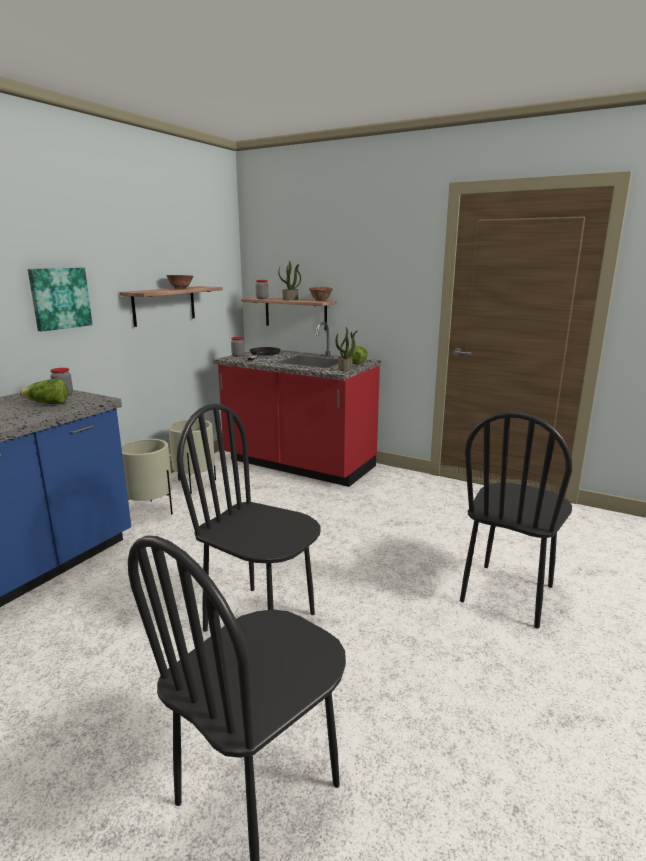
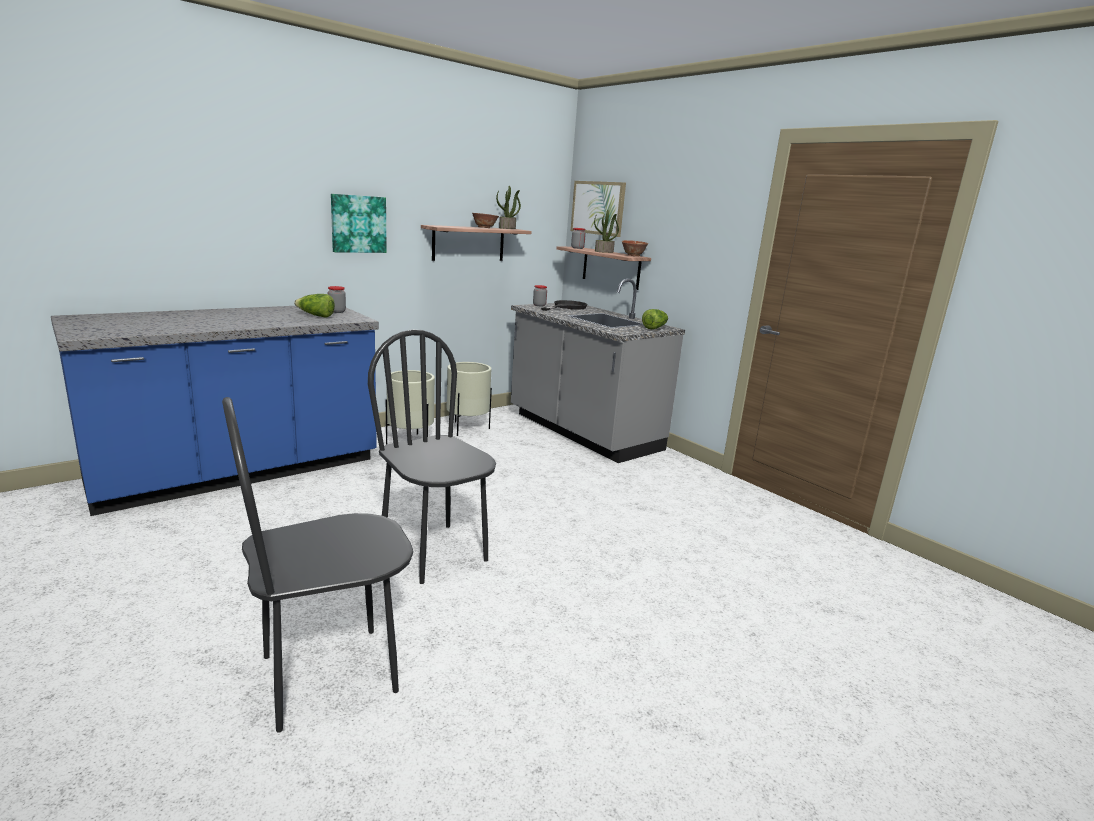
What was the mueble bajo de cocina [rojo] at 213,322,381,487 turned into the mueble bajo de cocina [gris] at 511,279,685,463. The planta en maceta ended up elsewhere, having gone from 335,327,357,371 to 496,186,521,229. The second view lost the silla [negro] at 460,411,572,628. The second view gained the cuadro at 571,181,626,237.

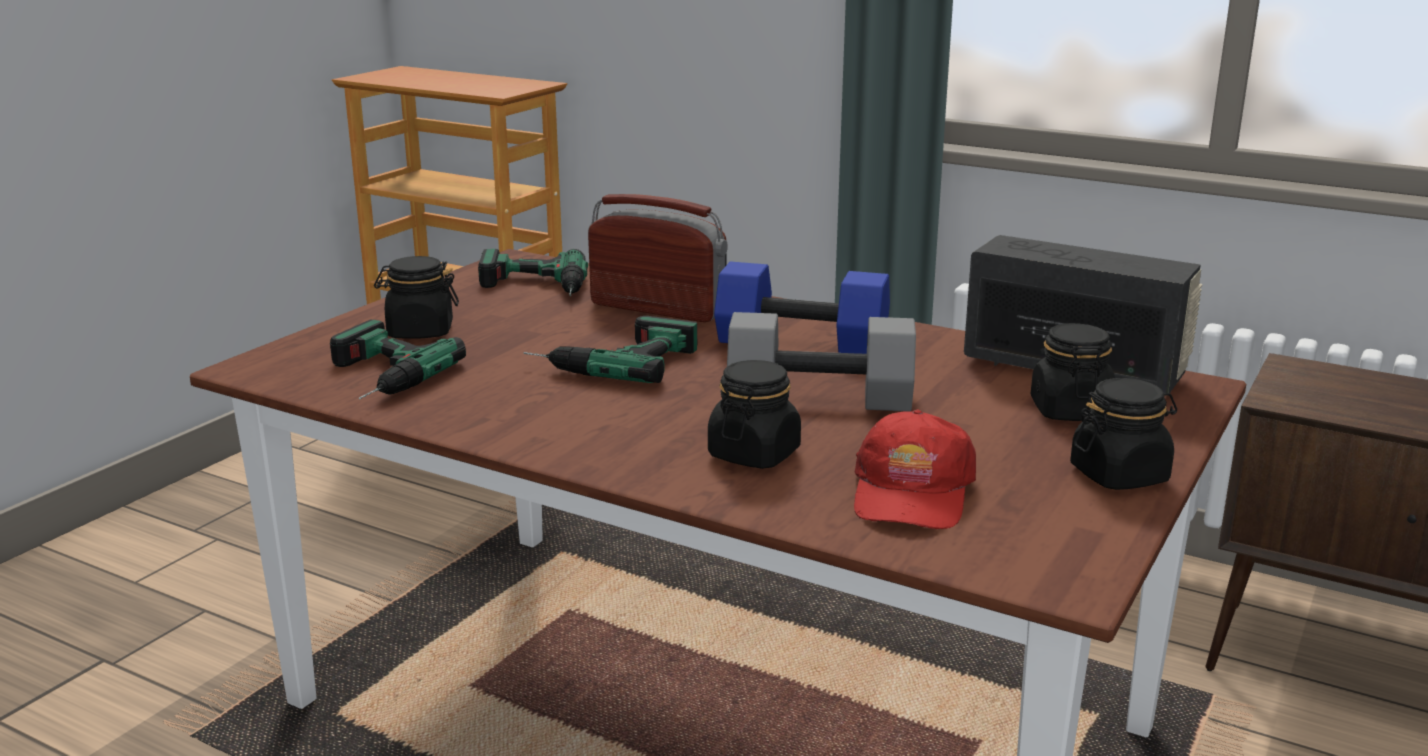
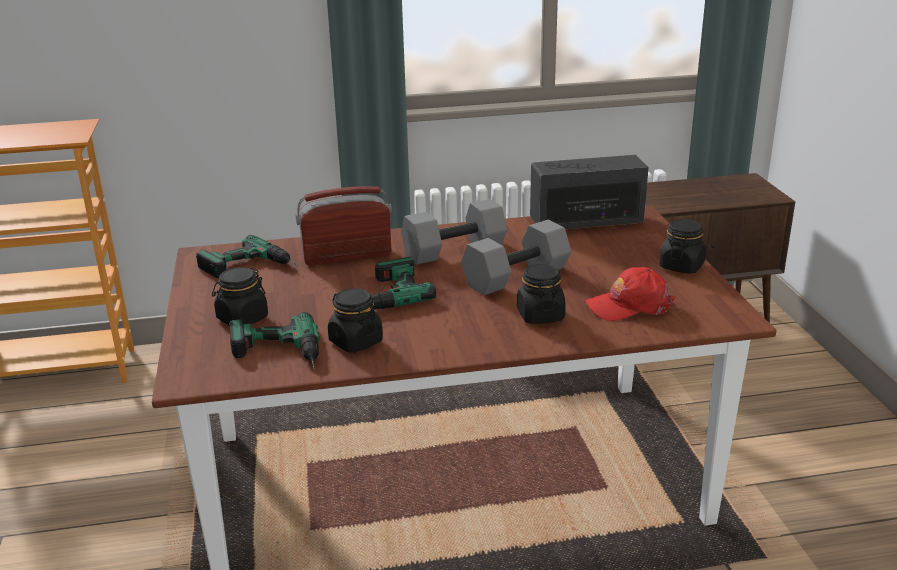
What was the mancuerna [azul] at 714,261,890,354 turned into the mancuerna [gris] at 401,199,507,265. The gorra [rojo] at 854,409,976,529 ended up facing another way, 105 degrees clockwise from before. The tarro [negro] ended up elsewhere, having gone from 1031,323,1115,421 to 328,288,383,353.

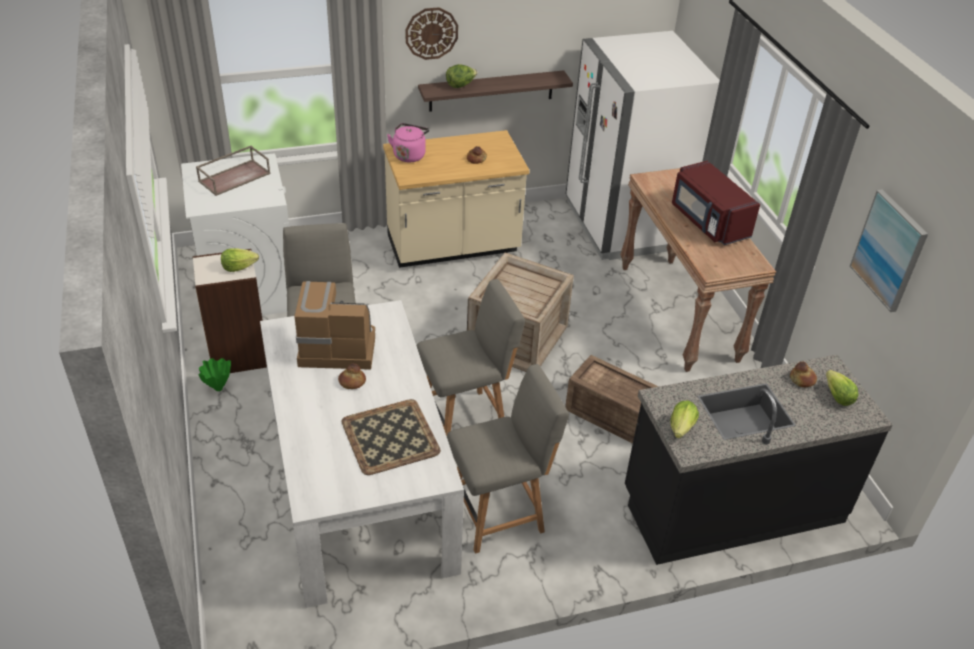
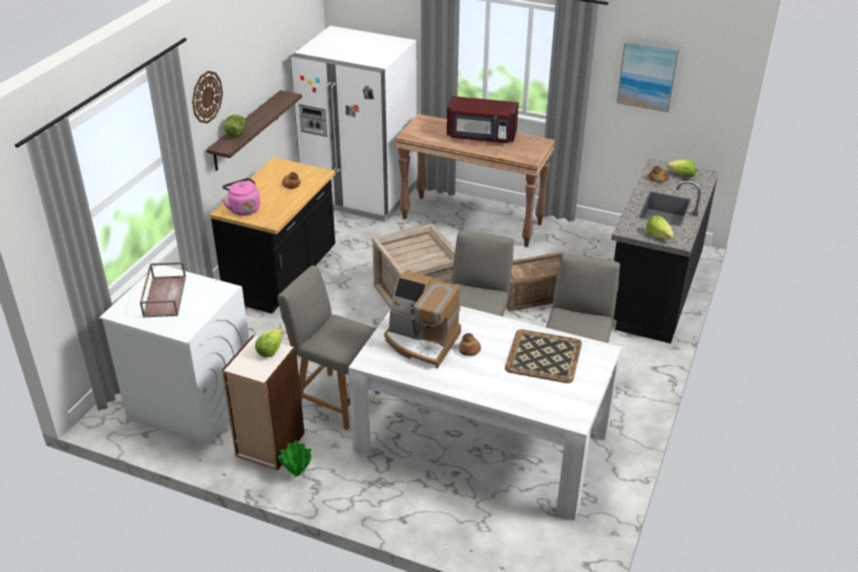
The cafetera at 294,281,375,370 ended up facing another way, 105 degrees counterclockwise from before. What was the mueble bajo de cocina [beis] at 383,130,530,268 turned into the mueble bajo de cocina [negro] at 210,157,335,314.

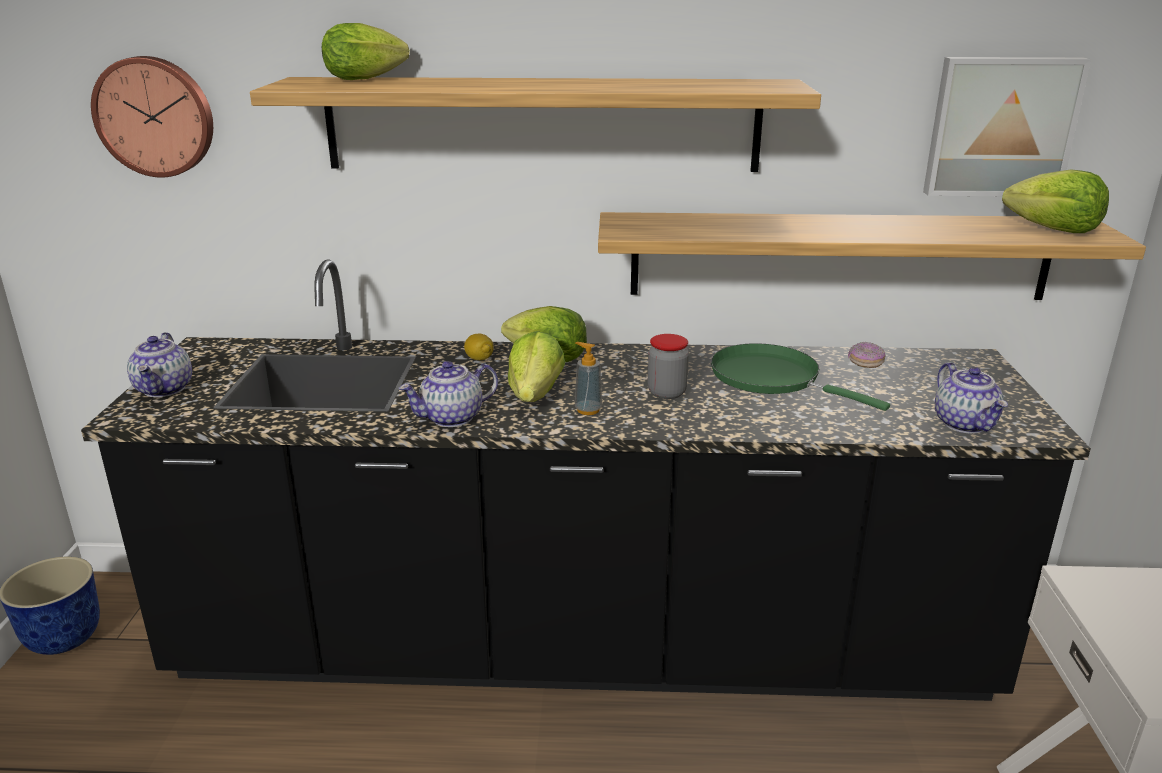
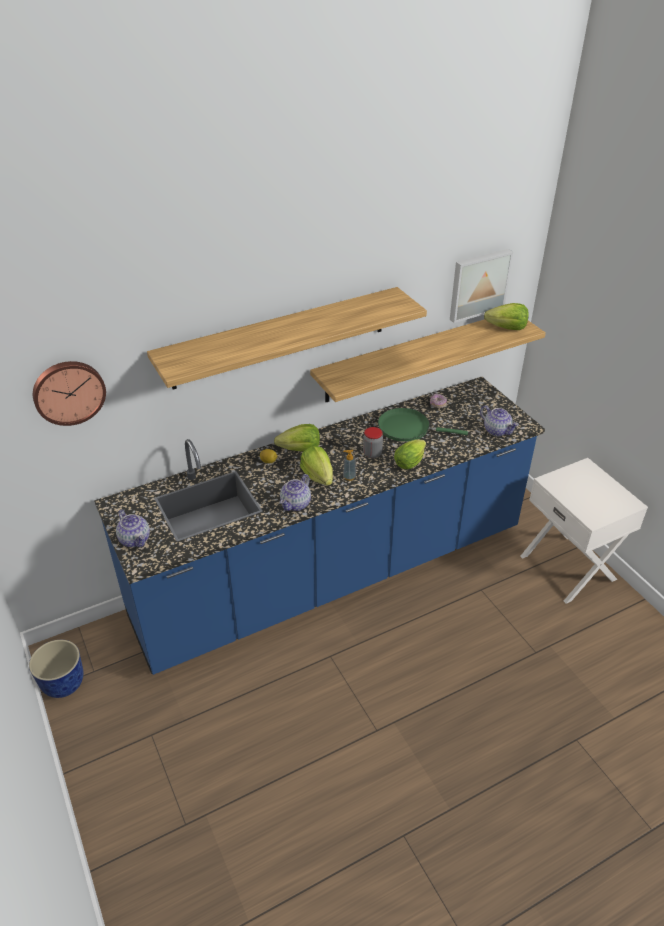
What was the mueble bajo de cocina [negro] at 81,259,1091,701 turned into the mueble bajo de cocina [azul] at 94,377,545,675. The lechuga ended up elsewhere, having gone from 322,23,410,80 to 394,439,426,469.

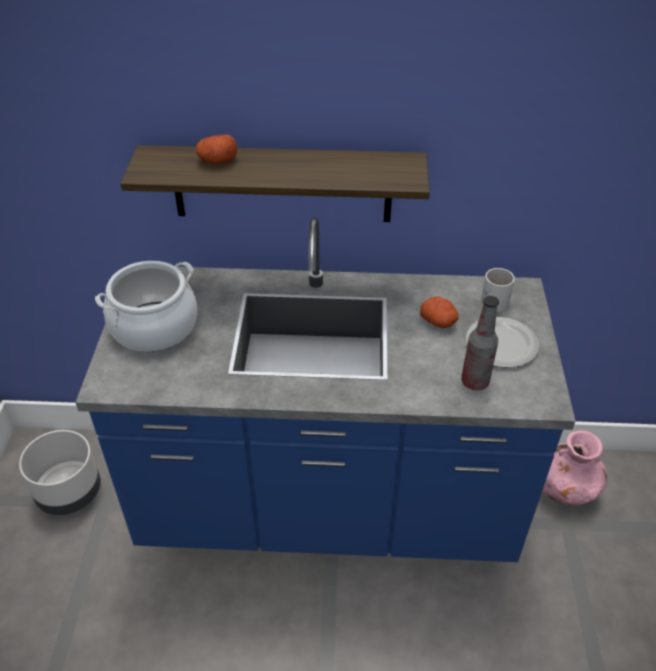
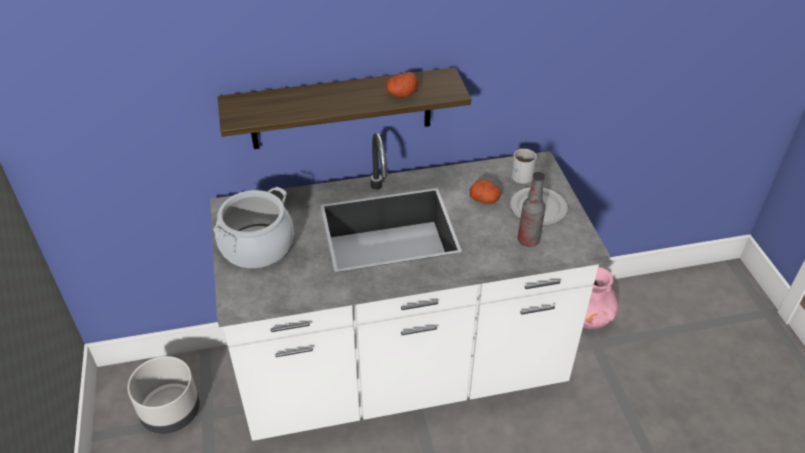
What was the mueble bajo de cocina [azul] at 75,218,575,562 turned into the mueble bajo de cocina [blanco] at 210,133,610,441. The patata ended up elsewhere, having gone from 196,134,237,164 to 386,72,418,97.

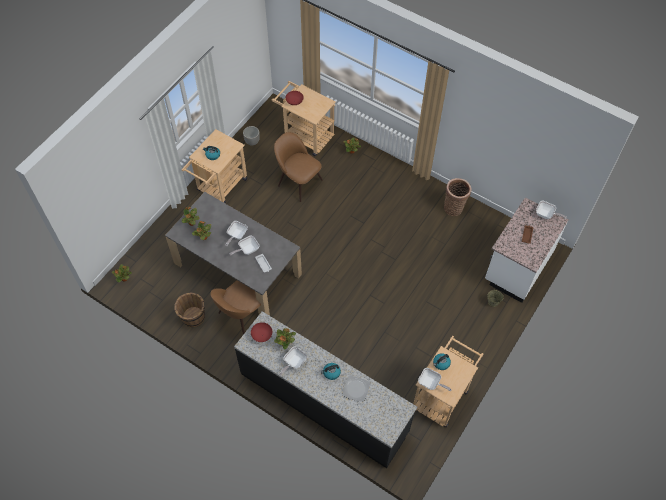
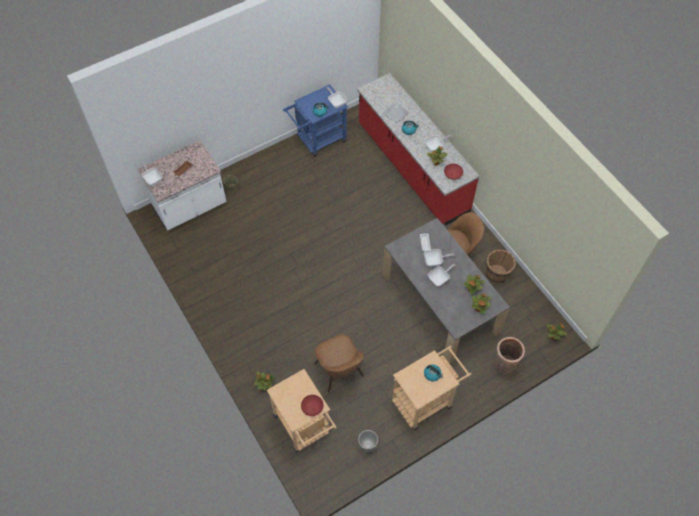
What was the mueble bajo de cocina [negro] at 234,311,417,468 turned into the mueble bajo de cocina [rojo] at 357,73,479,225. What was the carrito [beis] at 413,336,484,427 turned into the carrito [azul] at 283,84,348,157. The cesta ended up elsewhere, having gone from 444,178,472,216 to 496,337,525,374.

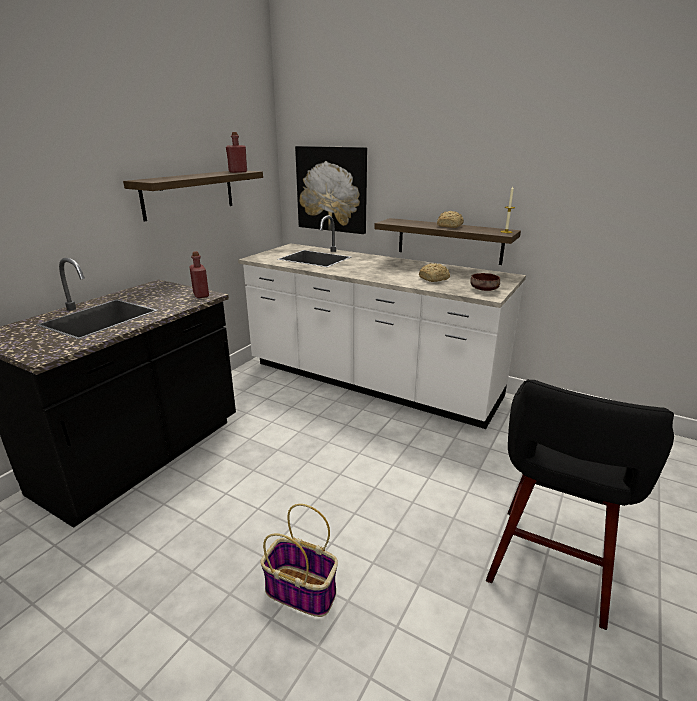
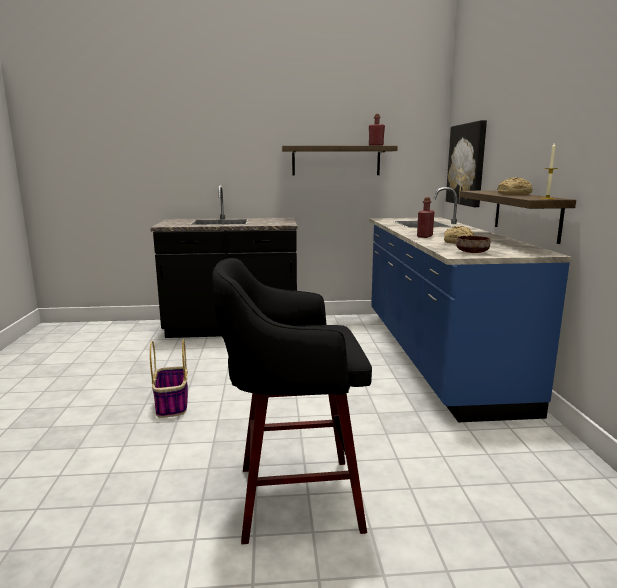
The botella [rojo] ended up elsewhere, having gone from 189,251,209,298 to 417,197,434,238. What was the mueble bajo de cocina [blanco] at 238,215,526,429 turned into the mueble bajo de cocina [azul] at 369,187,572,423.

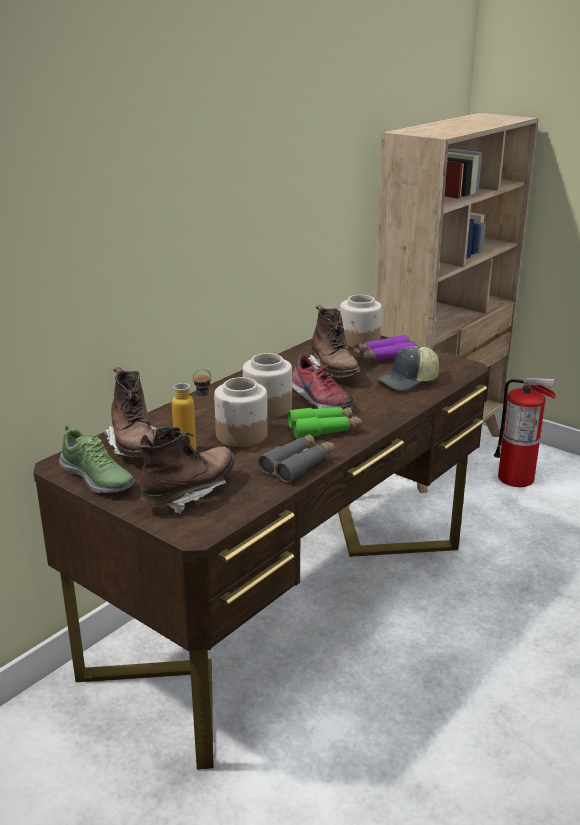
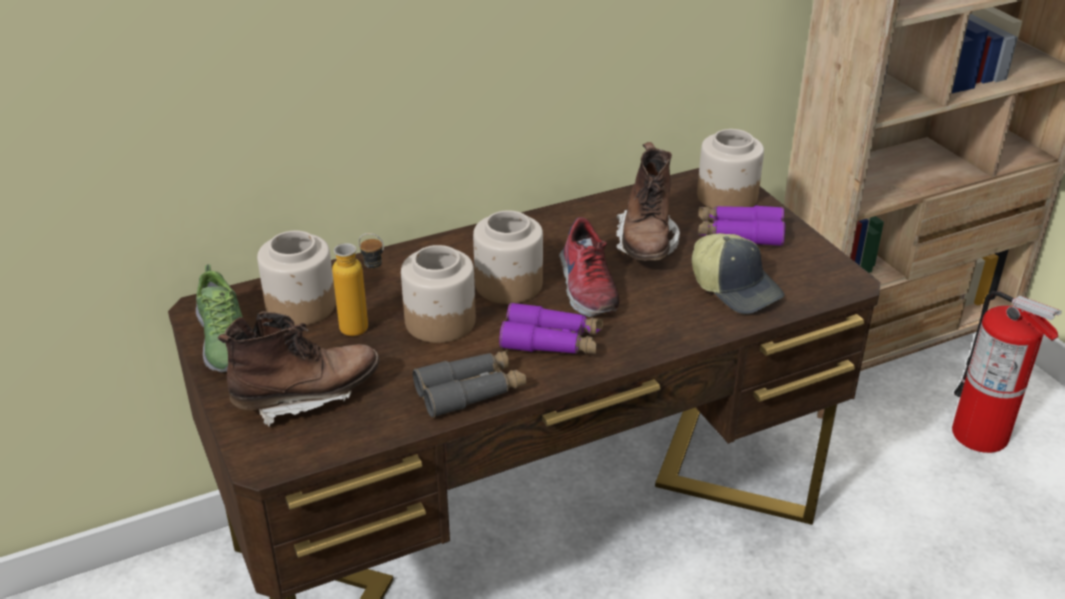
Where the bota [marrón] stood at 104,367,156,457, the tarro came to stand at 257,230,336,325. What was the prismáticos [verde] at 288,407,362,439 turned into the prismáticos [morado] at 499,302,603,354. The gorra at 376,346,439,391 ended up facing another way, 120 degrees counterclockwise from before.

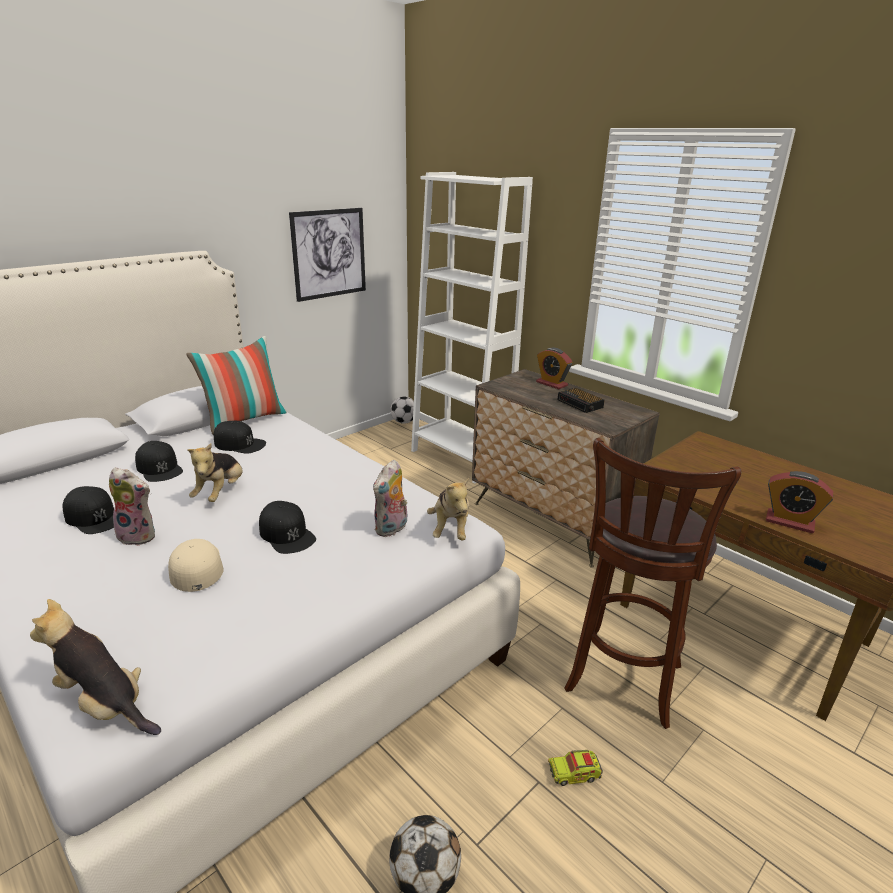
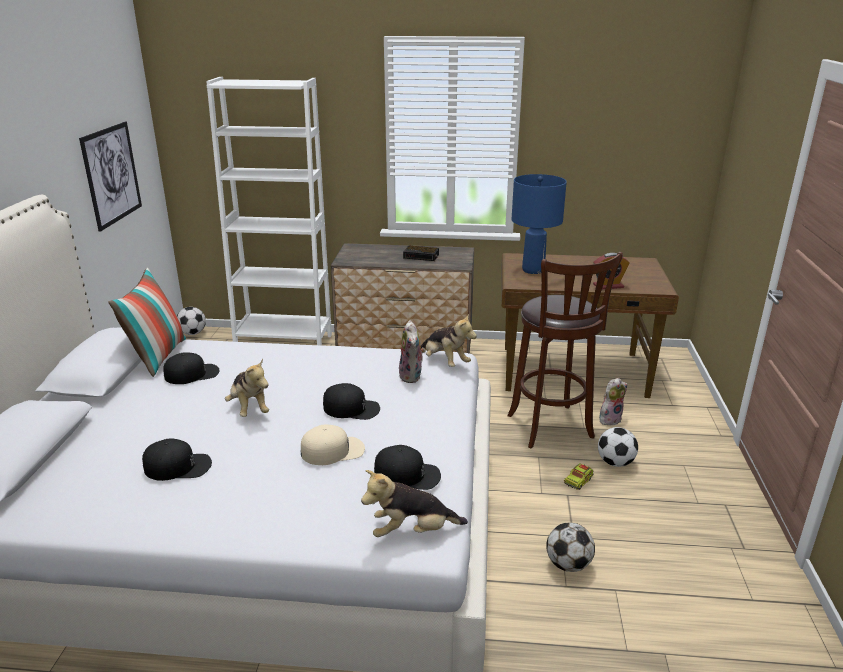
The peluche ended up elsewhere, having gone from 109,467,155,546 to 599,378,628,425. The gorra [negro] ended up elsewhere, having gone from 135,441,183,482 to 374,445,441,490. The gorra [beis] at 168,539,224,592 ended up facing another way, 135 degrees clockwise from before. The second view lost the despertador at 536,348,572,389. The second view gained the lámpara de mesa [azul] at 512,174,567,274. The second view gained the balón de fútbol at 598,427,638,467.

